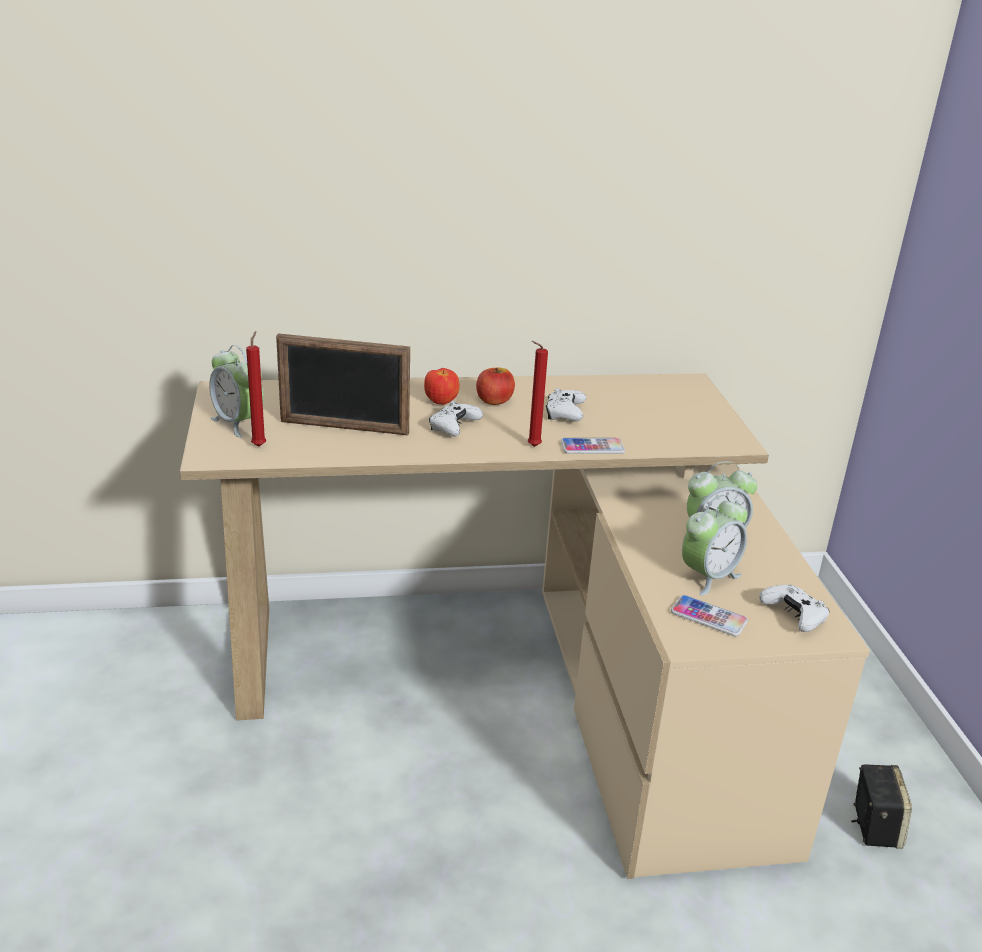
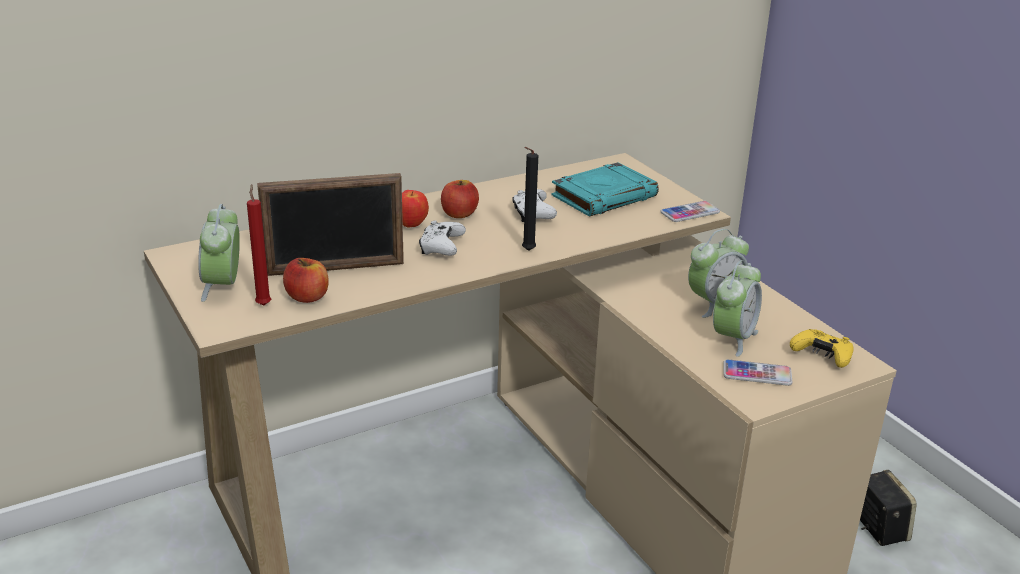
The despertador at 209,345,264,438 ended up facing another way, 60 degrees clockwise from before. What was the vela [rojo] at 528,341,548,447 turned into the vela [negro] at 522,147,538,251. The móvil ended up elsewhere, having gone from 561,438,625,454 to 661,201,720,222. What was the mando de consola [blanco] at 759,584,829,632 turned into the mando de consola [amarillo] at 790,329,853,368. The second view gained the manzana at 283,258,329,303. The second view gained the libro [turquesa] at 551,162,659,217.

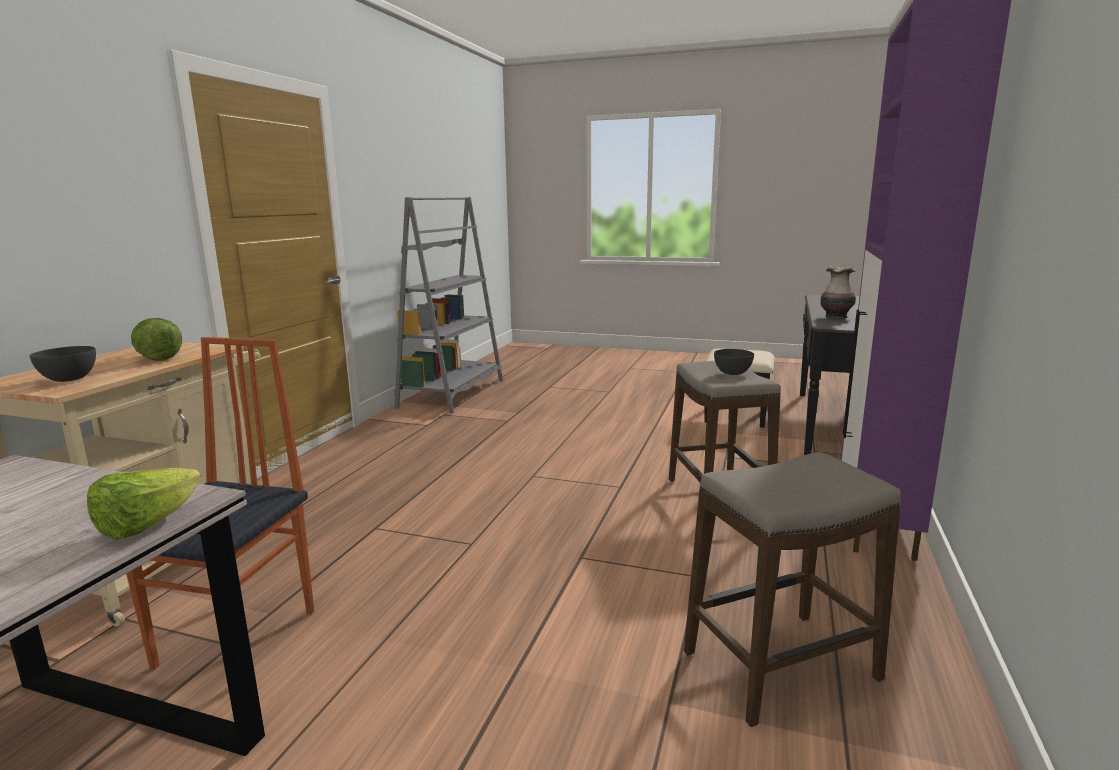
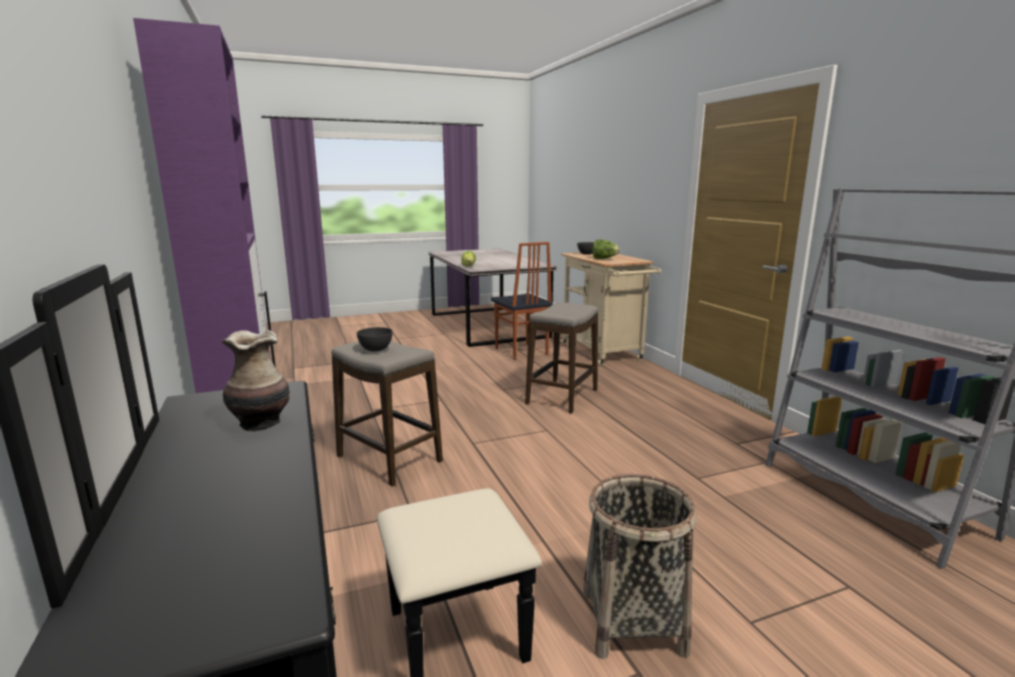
The taburete ended up elsewhere, having gone from 684,452,901,727 to 525,302,598,414. The second view gained the cesta at 583,474,696,659.

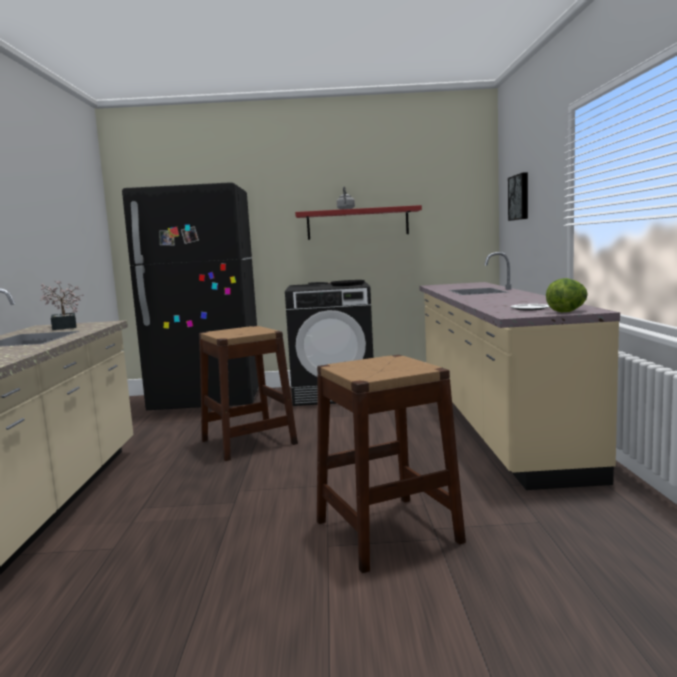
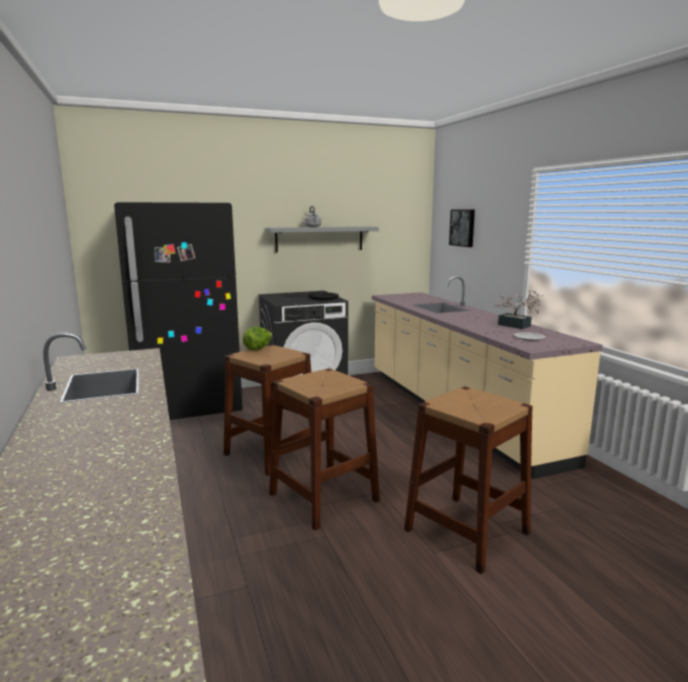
The planta en maceta ended up elsewhere, having gone from 41,281,84,330 to 494,290,543,329. What was the estante [rojo] at 295,205,422,240 turned into the estante [gris] at 266,226,379,252. The lechuga ended up elsewhere, having gone from 546,278,588,312 to 242,327,272,350. The second view gained the taburete [marrón] at 269,368,380,531.

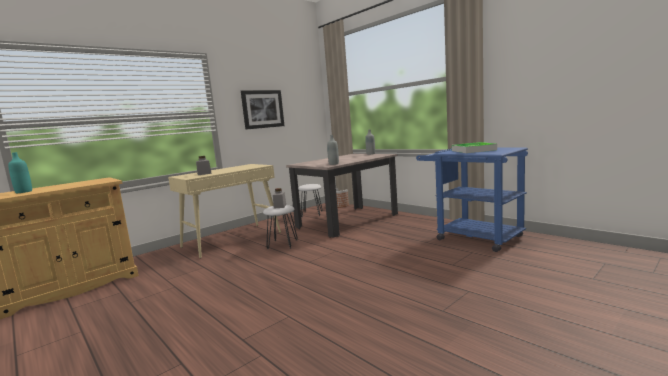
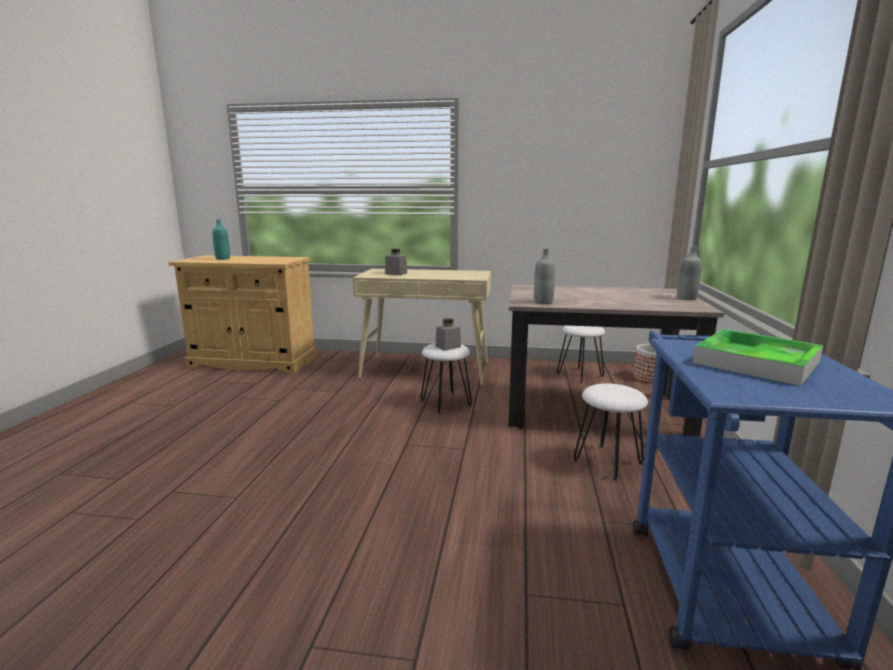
The second view lost the cuadro at 241,90,284,130. The second view gained the taburete [blanco] at 574,383,648,481.

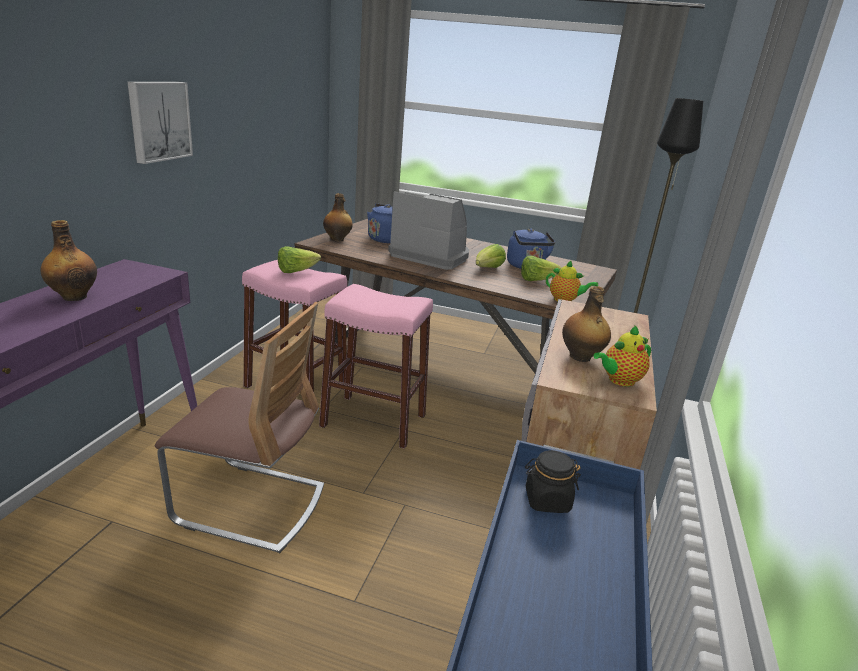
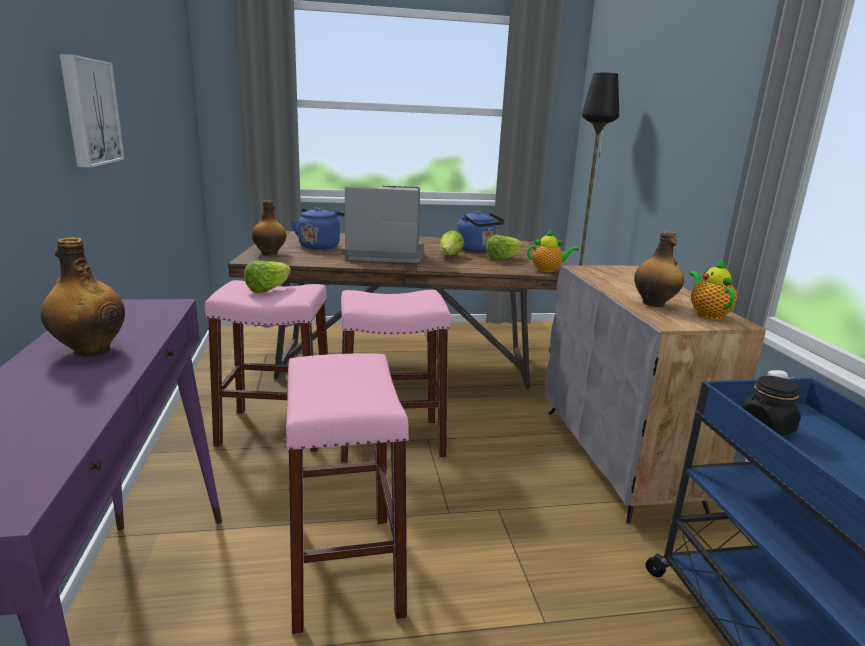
Where the silla stood at 155,302,324,553, the taburete [rosa] came to stand at 285,353,410,634. The tetera at 594,326,651,387 ended up facing another way, 135 degrees clockwise from before.

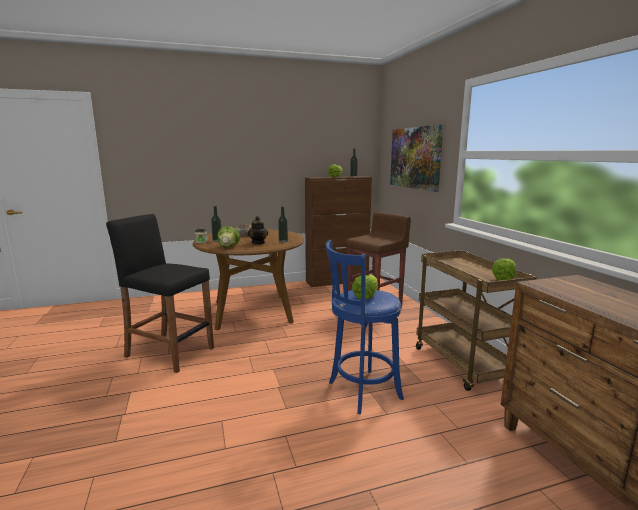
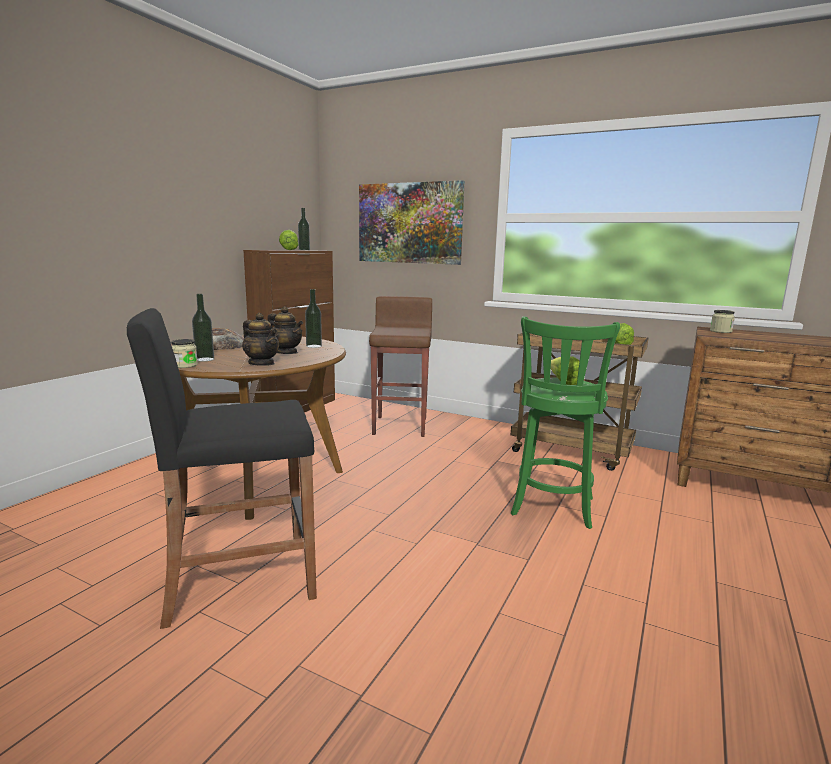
Where the lechuga stood at 217,227,240,247, the tetera came to stand at 242,313,279,366. What was the taburete [azul] at 326,240,404,414 turned into the taburete [verde] at 511,316,620,529. The second view gained the tarro at 710,310,735,333.

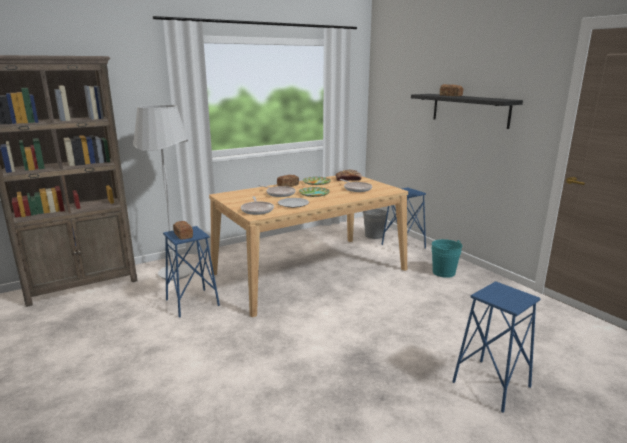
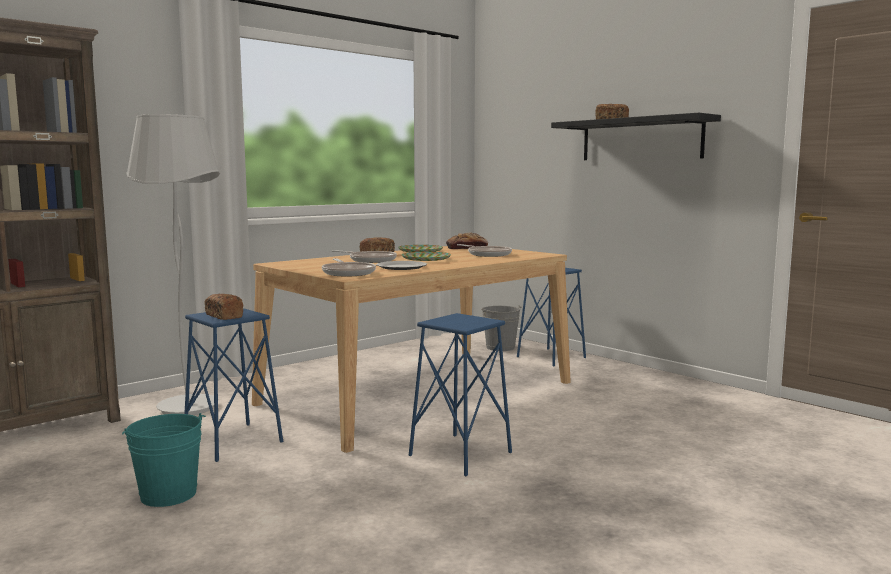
The cubo [turquesa] ended up elsewhere, having gone from 432,239,463,278 to 122,413,206,507. The taburete [azul] ended up elsewhere, having gone from 452,281,541,413 to 409,313,512,476.

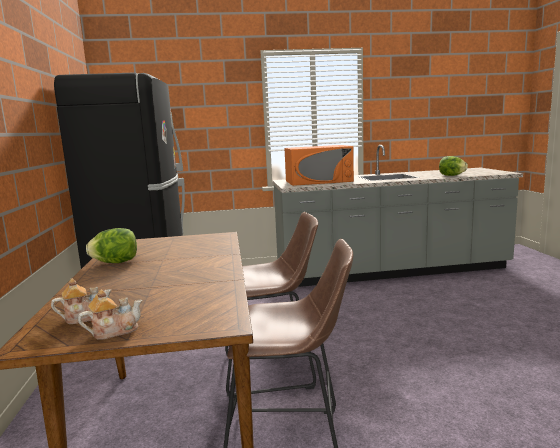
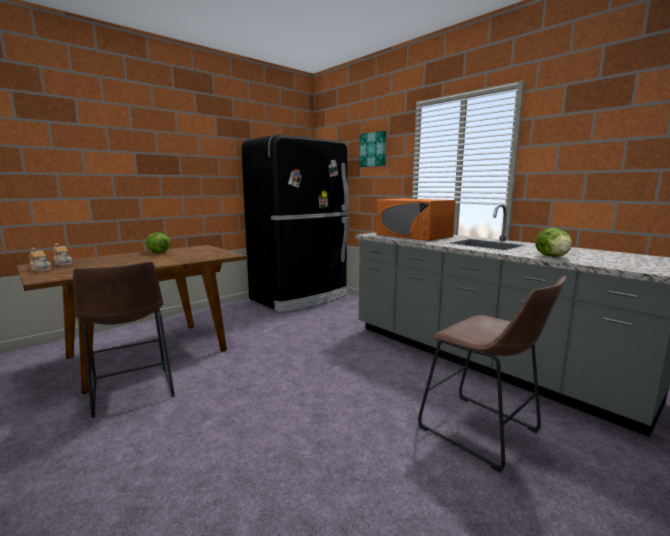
The taburete [marrón] ended up elsewhere, having gone from 225,212,318,397 to 418,276,566,472. The second view gained the cuadro at 359,131,386,167.

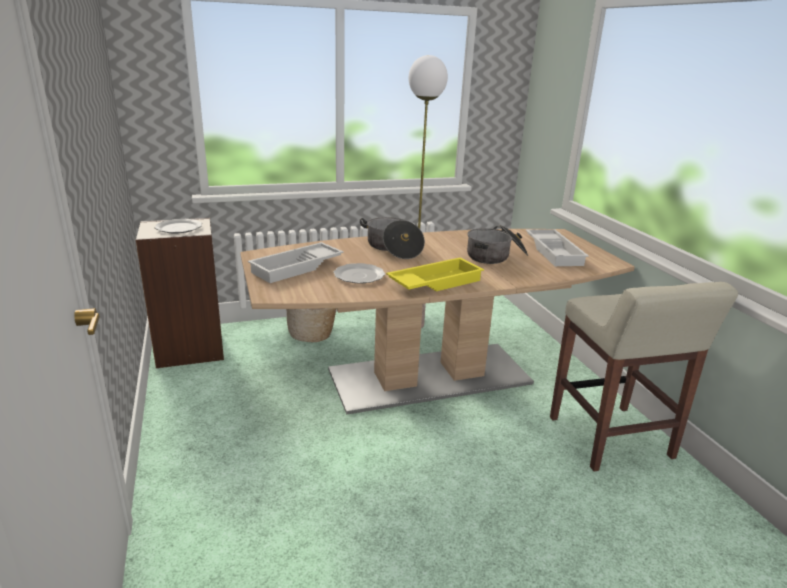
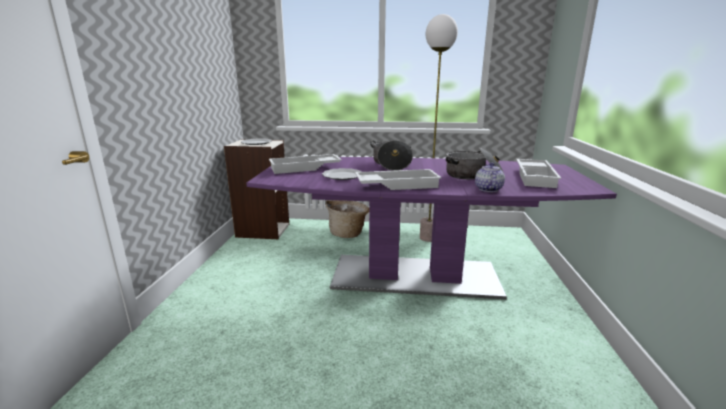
What was the mesa de comedor [marrón] at 240,229,635,415 turned into the mesa de comedor [morado] at 246,157,617,299. What was the bandeja [amarillo] at 386,258,484,291 turned into the bandeja [blanco] at 355,169,441,190. The second view lost the taburete [beis] at 550,282,738,471. The second view gained the tetera at 475,162,505,192.

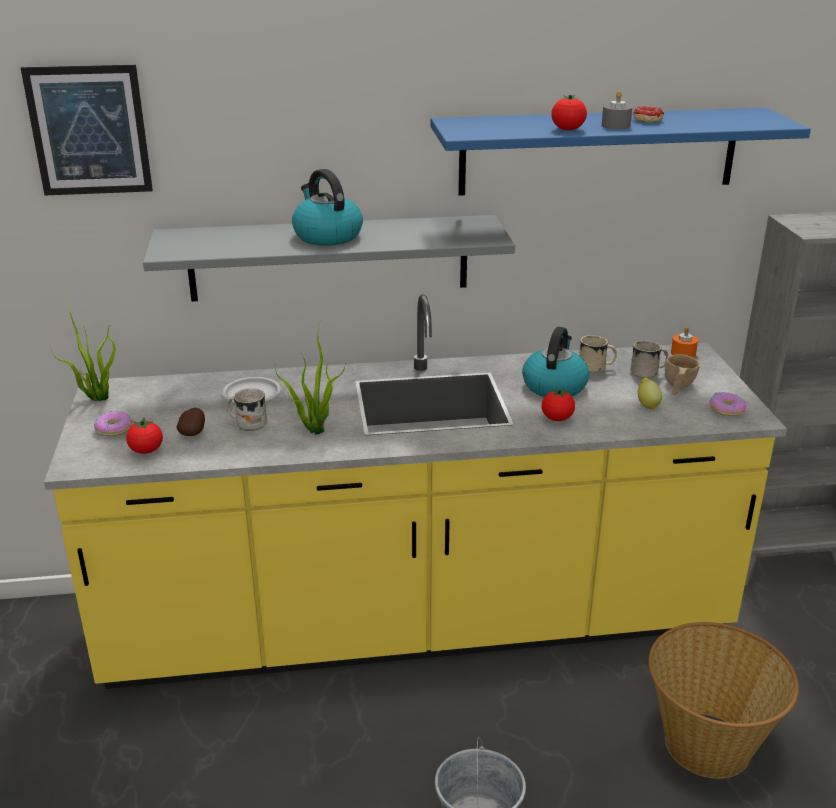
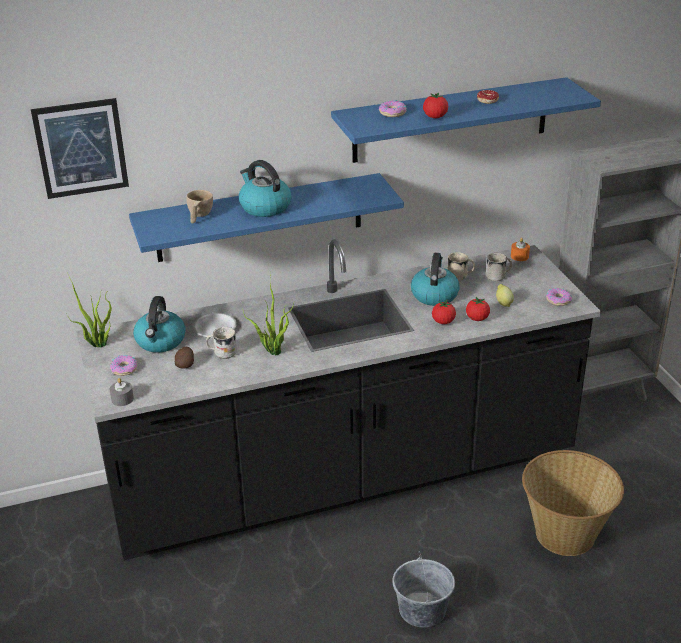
What was the mueble bajo de cocina [amarillo] at 44,294,787,689 turned into the mueble bajo de cocina [negro] at 76,239,601,561. The tomate ended up elsewhere, having gone from 126,418,163,454 to 466,297,490,321. What was the estante [gris] at 143,215,515,302 turned into the estante [azul] at 129,173,404,262. The vela [gris] ended up elsewhere, having gone from 602,91,632,130 to 110,378,134,406. The taza [beis] ended up elsewhere, having gone from 665,354,700,395 to 187,190,213,223. The second view gained the hervidor at 133,296,186,352. The second view gained the rosquilla at 379,100,406,117.

